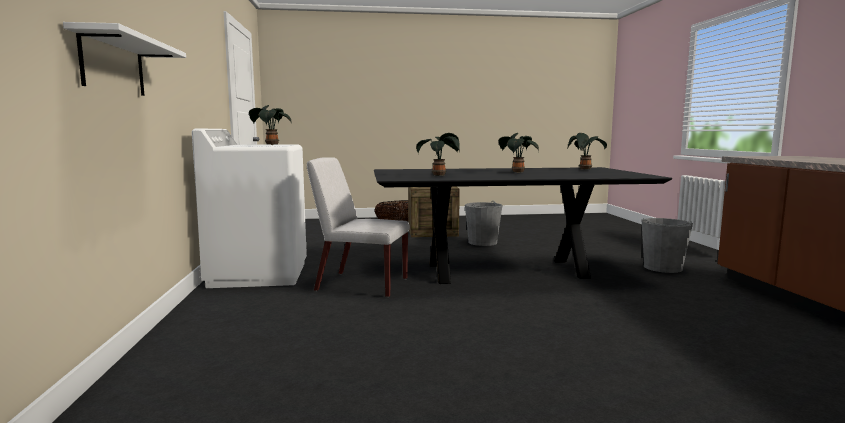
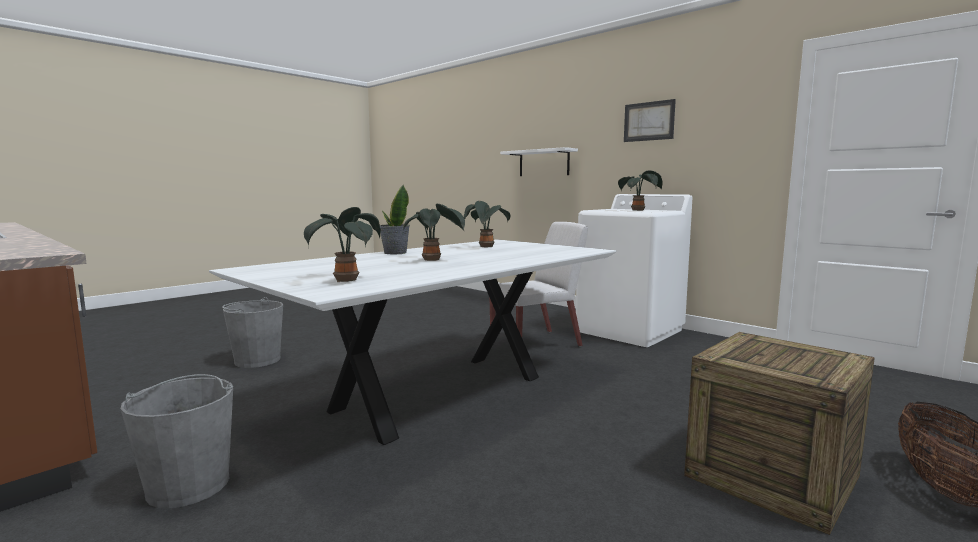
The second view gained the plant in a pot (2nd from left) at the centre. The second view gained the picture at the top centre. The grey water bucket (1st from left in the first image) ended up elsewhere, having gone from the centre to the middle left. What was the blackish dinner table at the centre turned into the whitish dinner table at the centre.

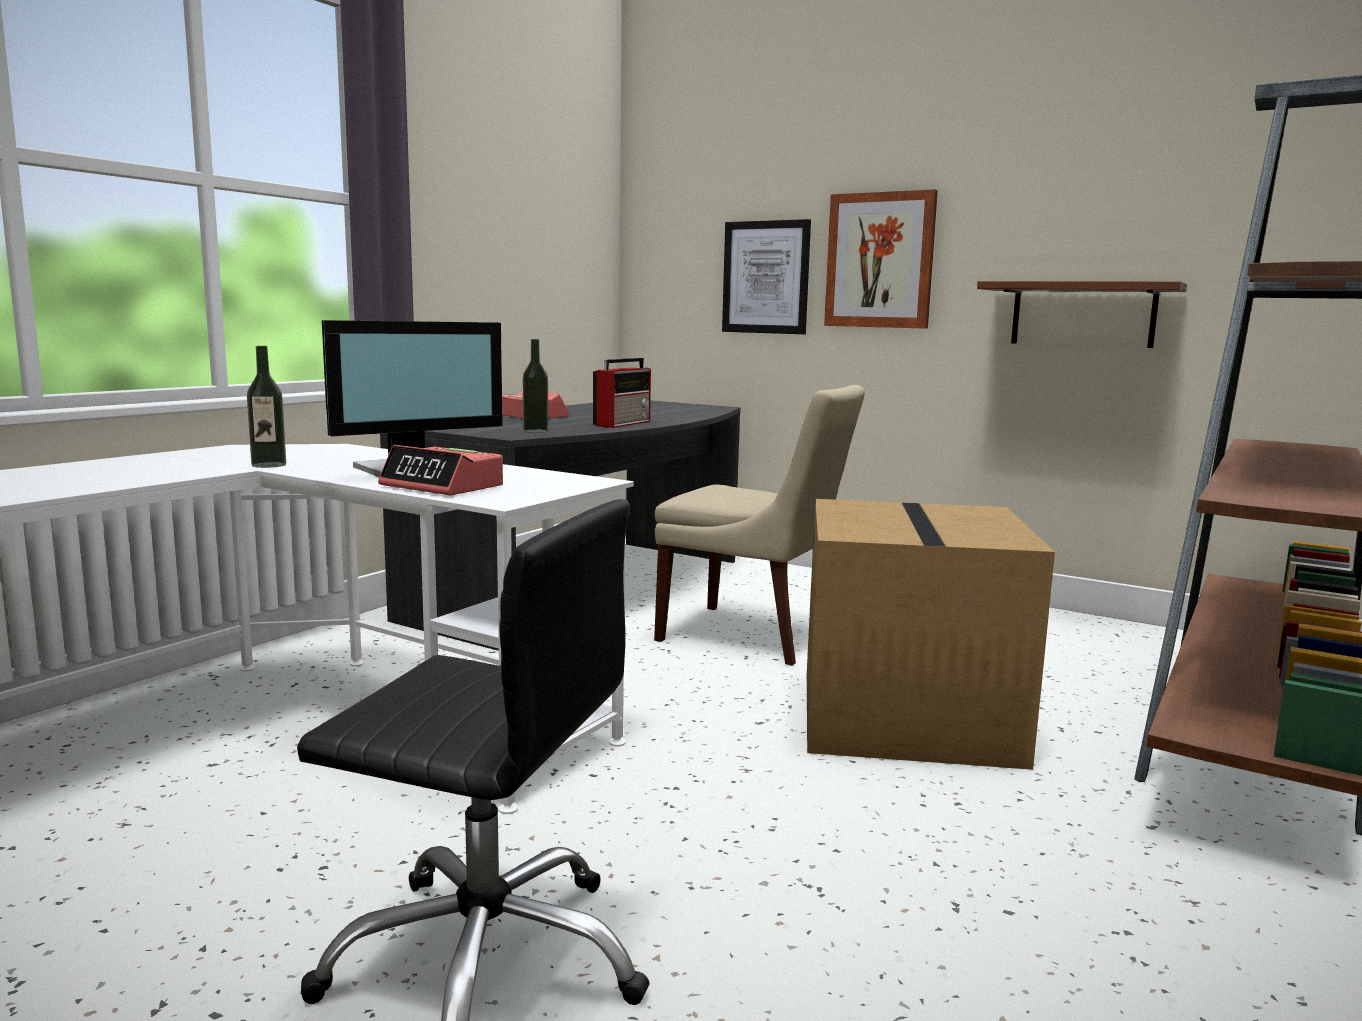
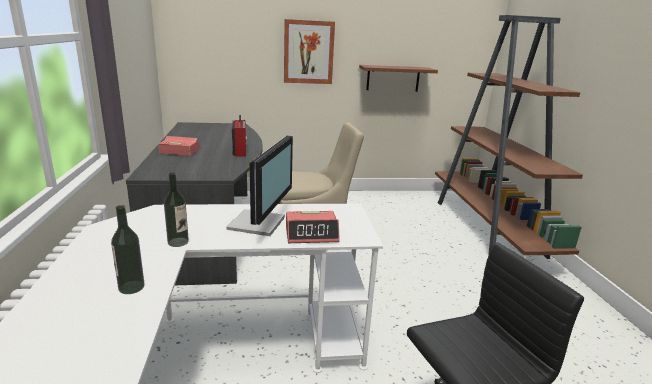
The second view lost the picture (1st from left) at the top centre. The second view lost the cardboard box at the middle right. The drink bottle (2nd from left in the first image) ended up elsewhere, having gone from the centre to the middle left.

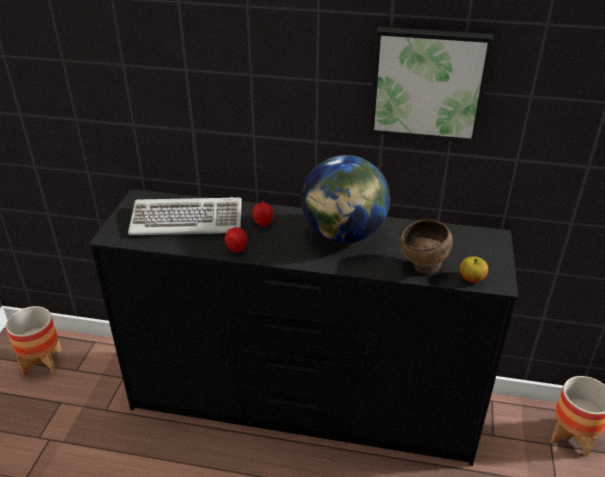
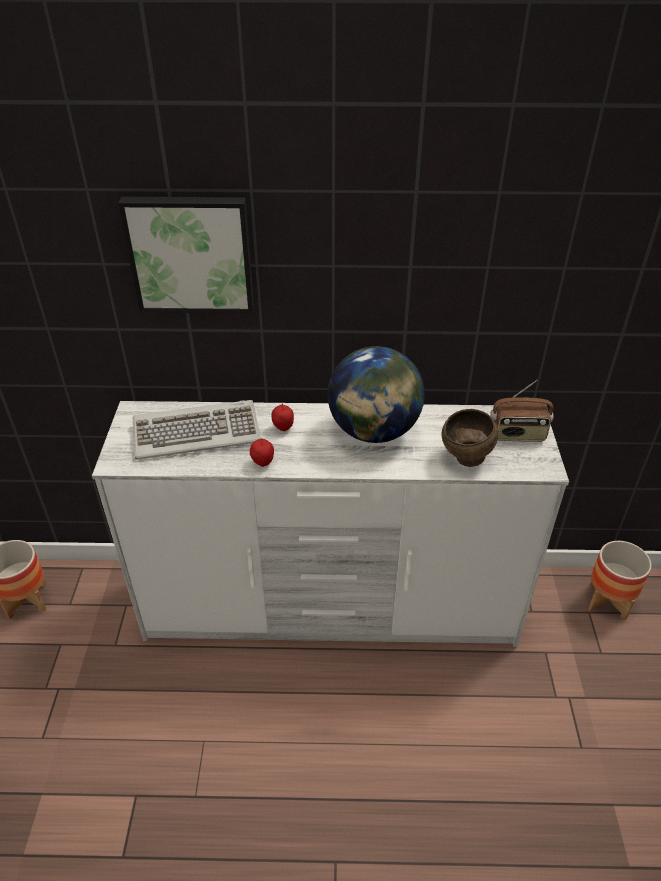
The second view lost the apple fruit (3rd from left) at the middle right. The second view gained the radio at the middle right. The picture ended up elsewhere, having gone from the top right to the top left. What was the blackish dresser at the bottom centre turned into the whitish dresser at the centre.

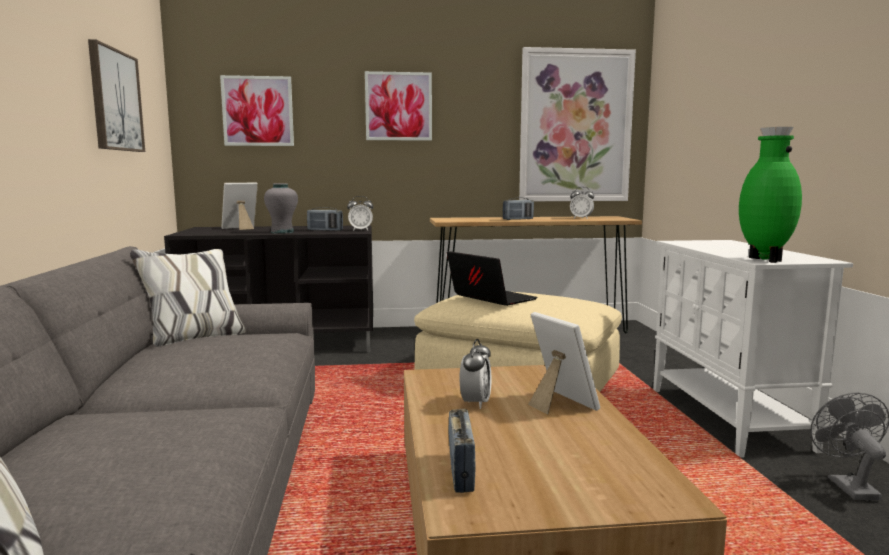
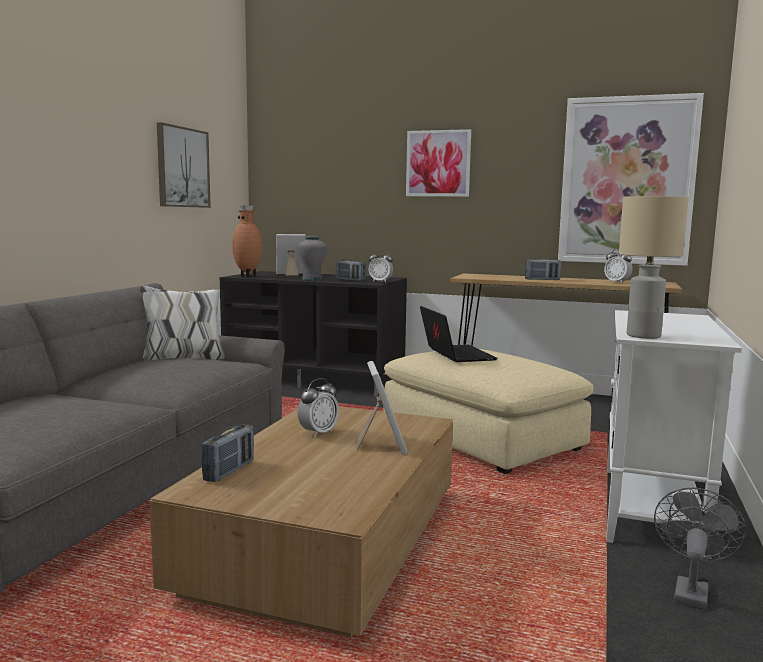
The second view lost the picture (2nd from left) at the top left. The second view gained the brownish decorative vase at the middle left. Where the green-coloured decorative vase stood at the middle right, the beige tabletop lamp came to stand at the middle right.

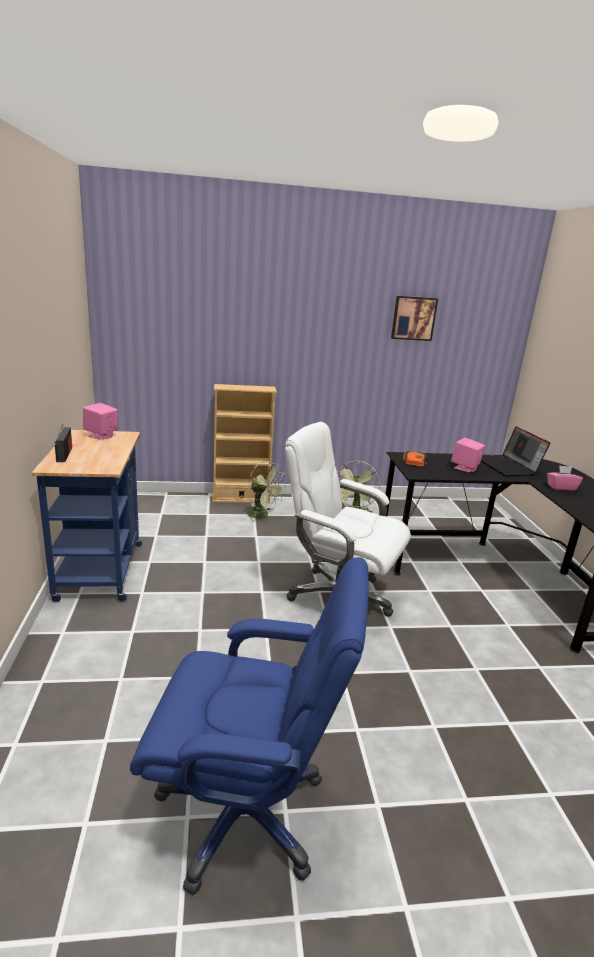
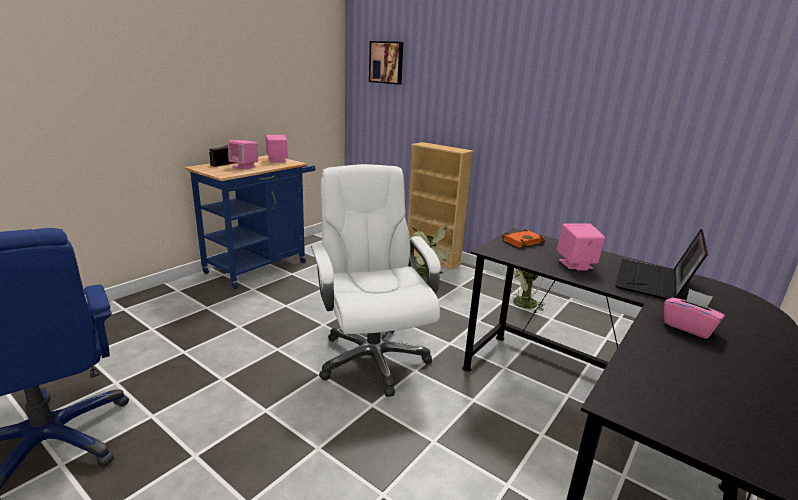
The second view gained the pink-coloured loudspeaker (1st from left) at the top left. The picture ended up elsewhere, having gone from the top right to the top centre.

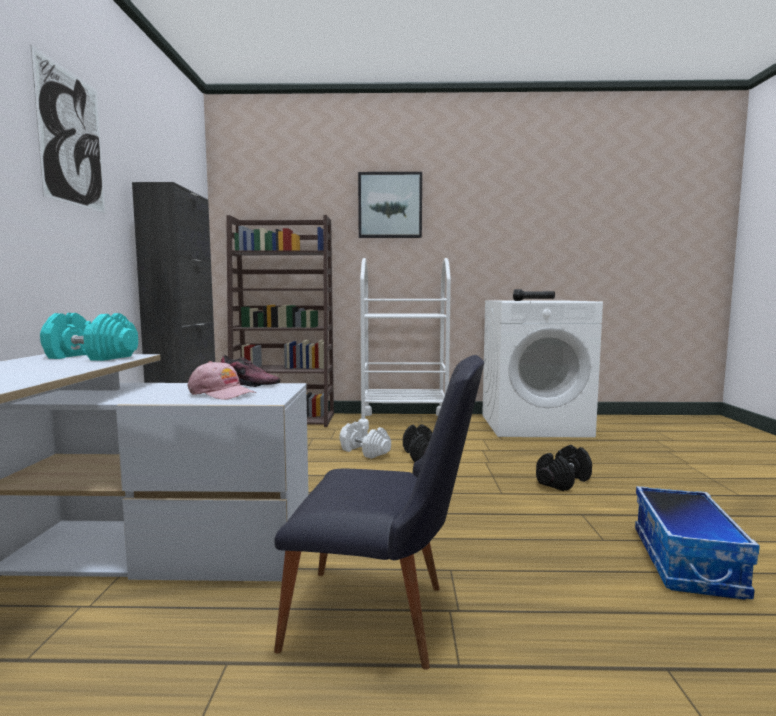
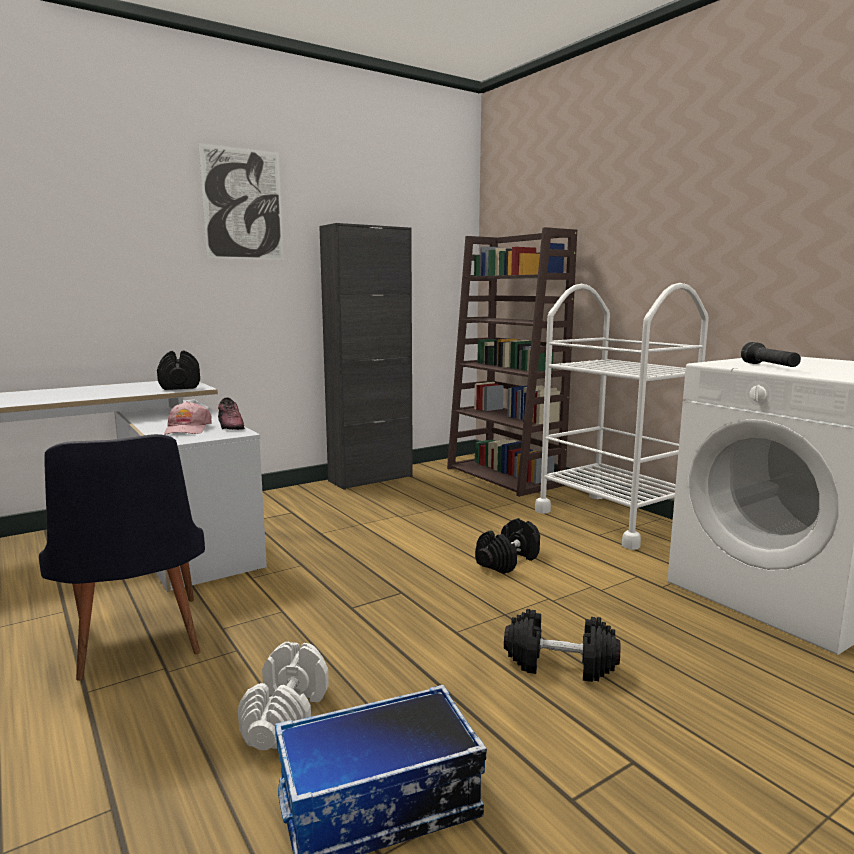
The second view lost the picture (2nd from left) at the top centre. The whitish dumbbell ended up elsewhere, having gone from the centre to the bottom left. What was the blue-green dumbbell at the middle left turned into the blackish dumbbell (1st from left) at the middle left.

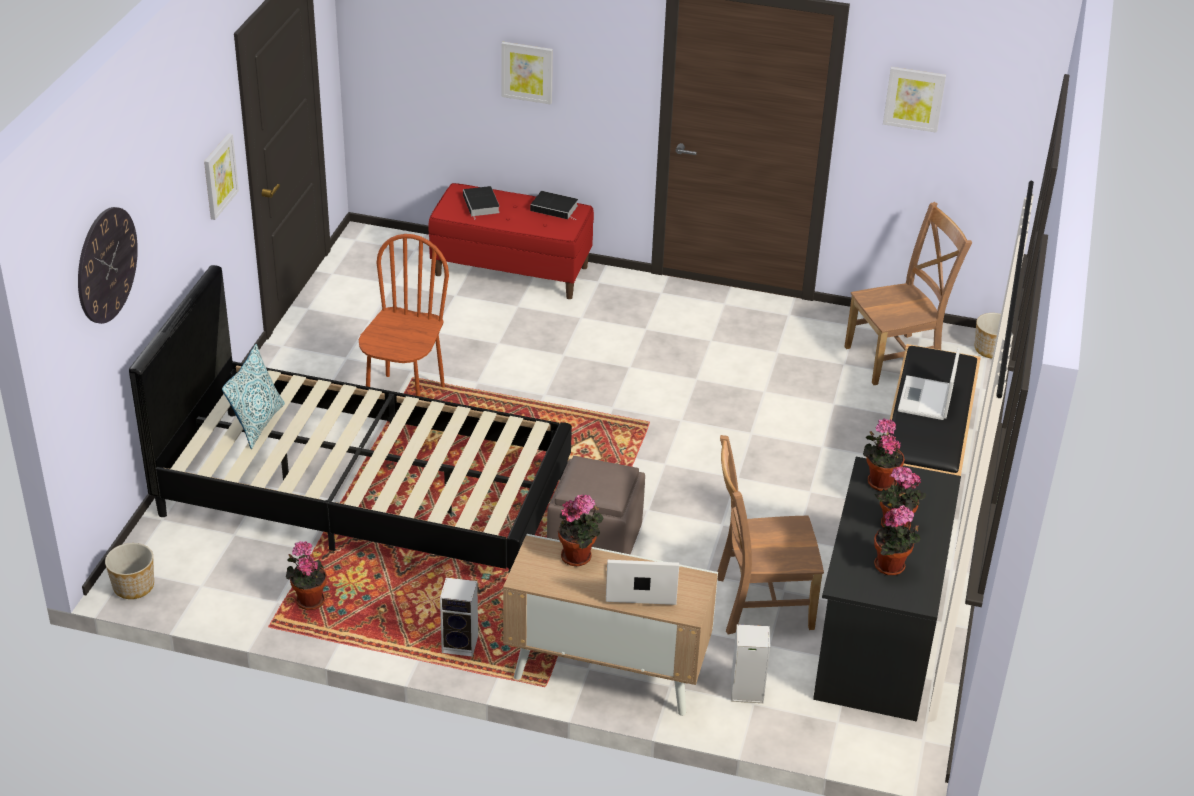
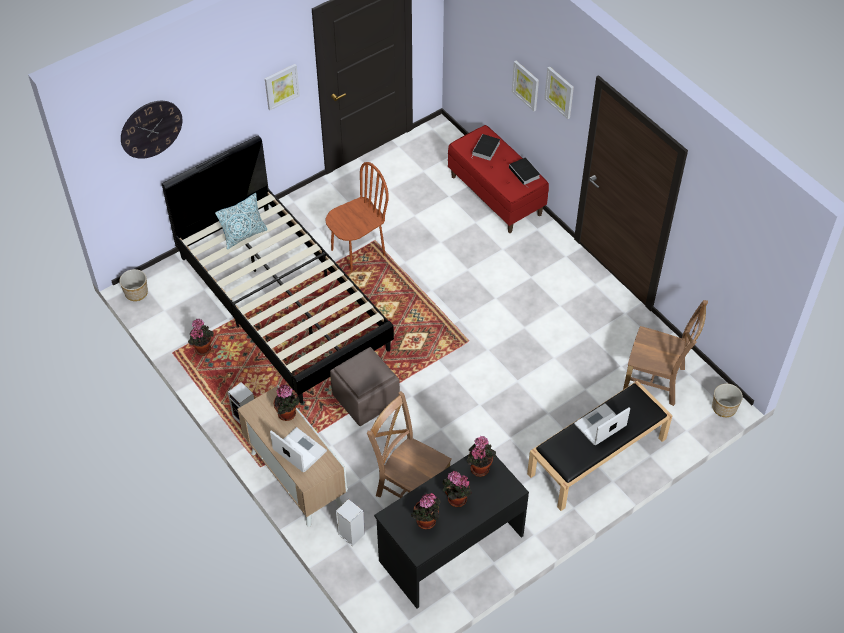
The picture (3rd from left) ended up elsewhere, having gone from the top right to the top centre.

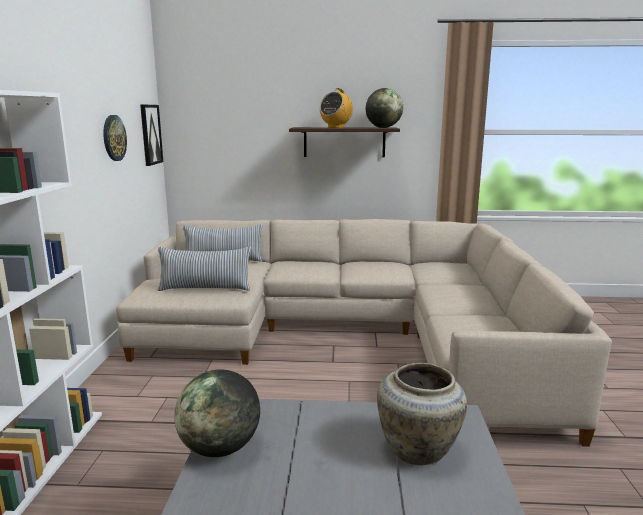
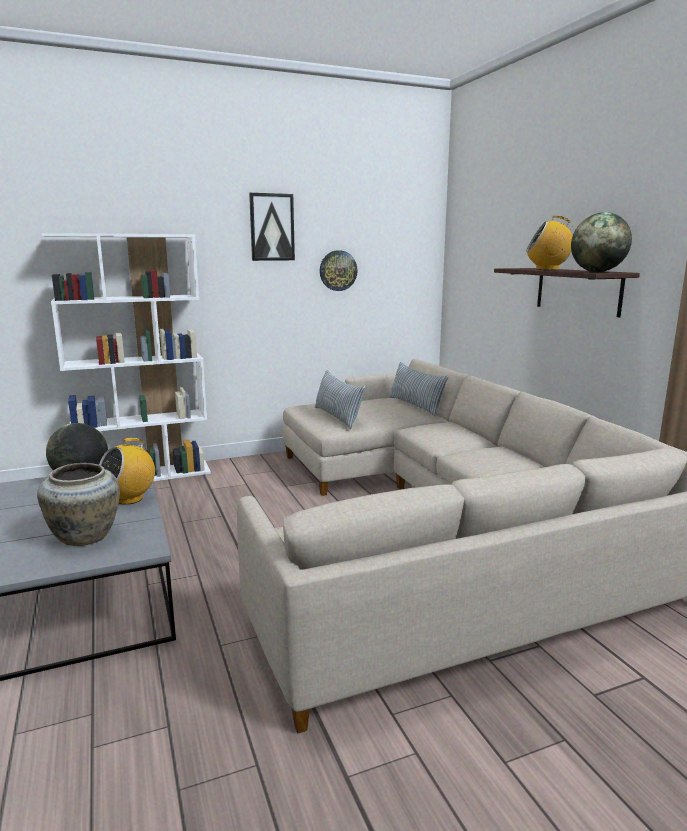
The second view gained the radio (1st from left) at the middle left. The picture ended up elsewhere, having gone from the top left to the top centre.

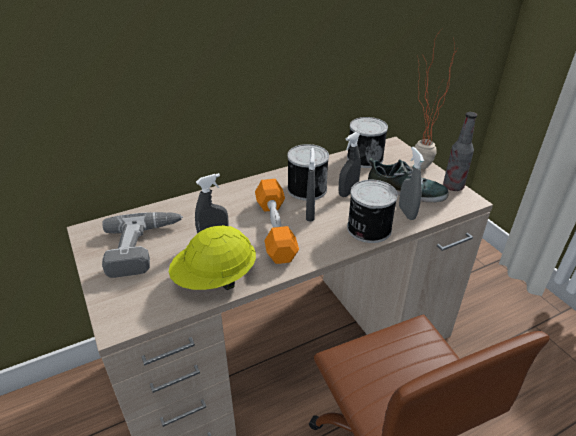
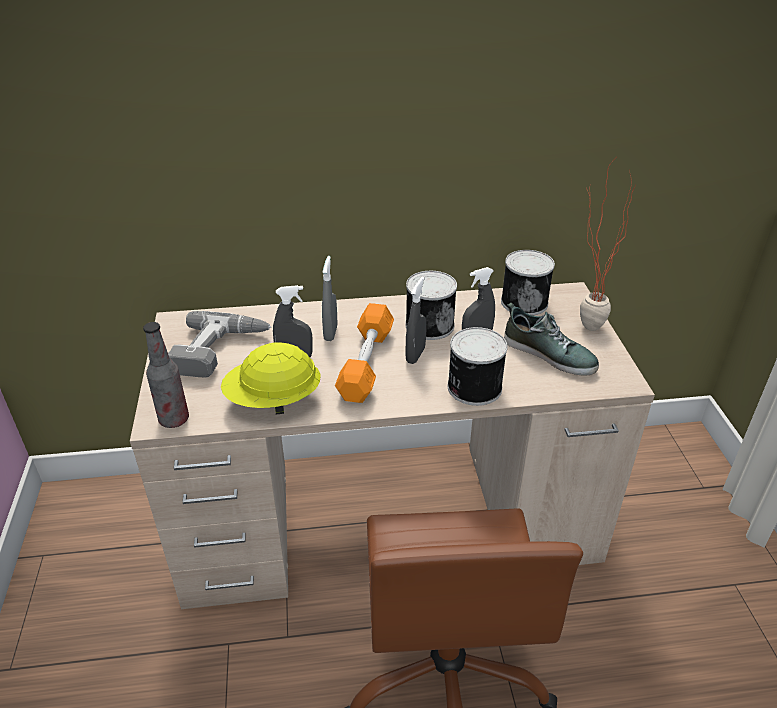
The grey sprayer (4th from left in the first image) ended up elsewhere, having gone from the middle right to the centre. The drink bottle ended up elsewhere, having gone from the middle right to the middle left.

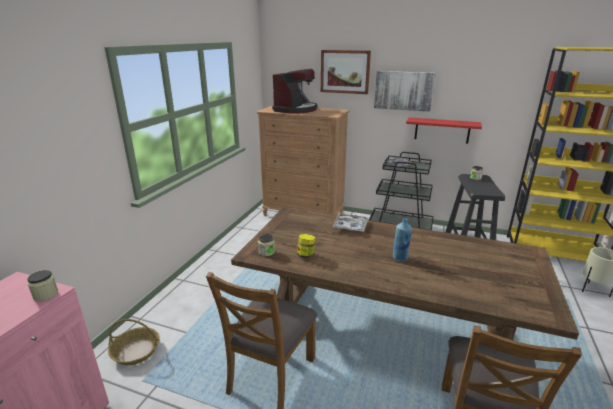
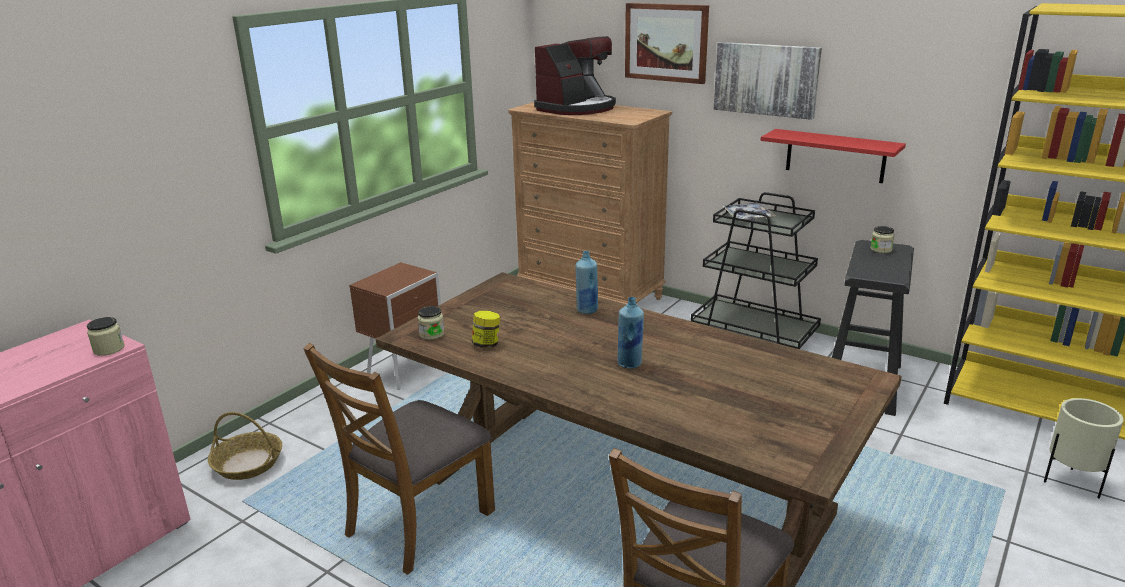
The second view gained the brownish night table at the centre. Where the carrying tray (1st from left) stood at the centre, the blue drink bottle (1st from left) came to stand at the centre.

